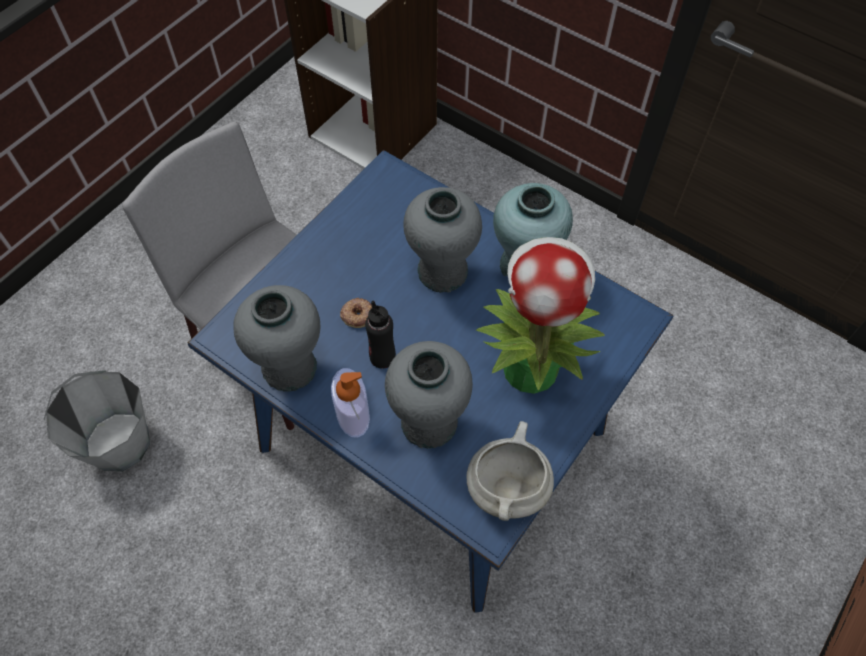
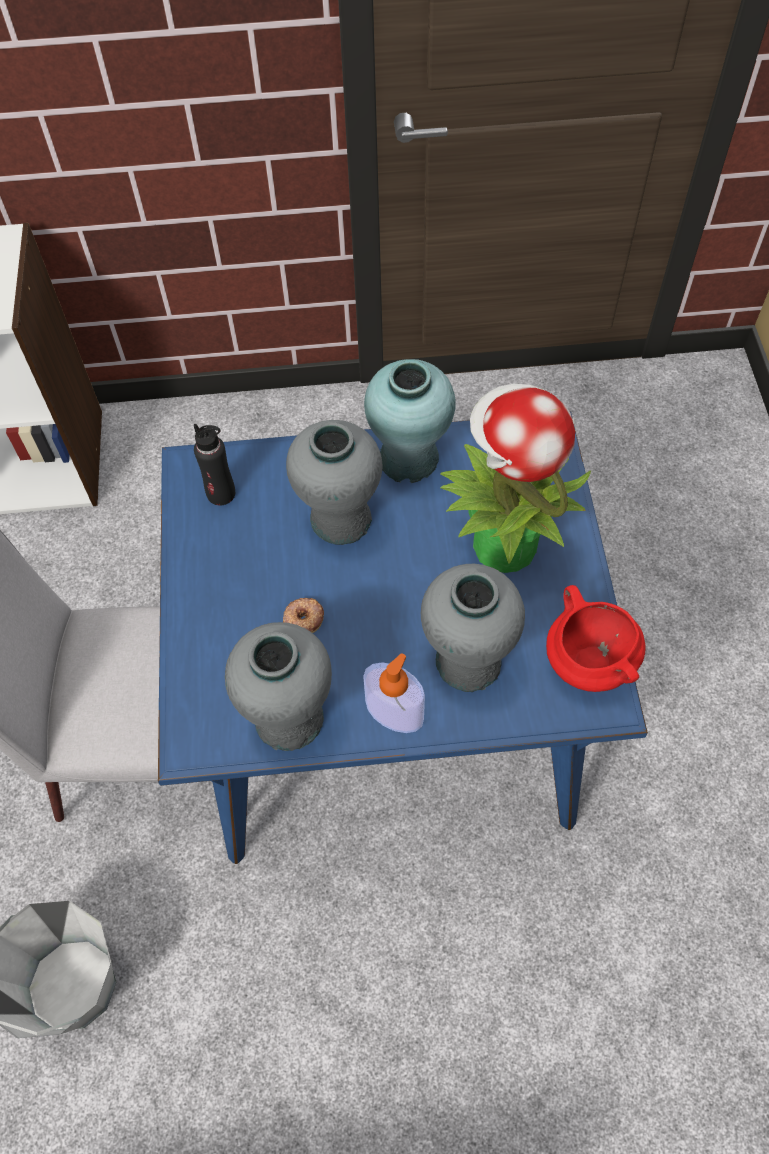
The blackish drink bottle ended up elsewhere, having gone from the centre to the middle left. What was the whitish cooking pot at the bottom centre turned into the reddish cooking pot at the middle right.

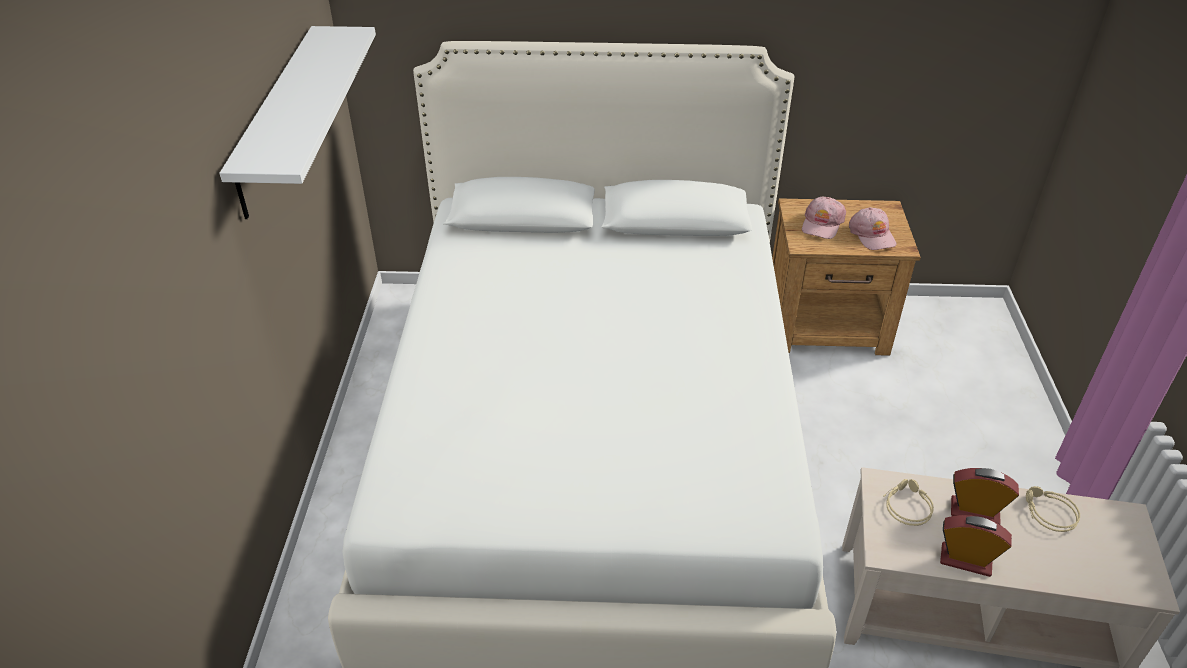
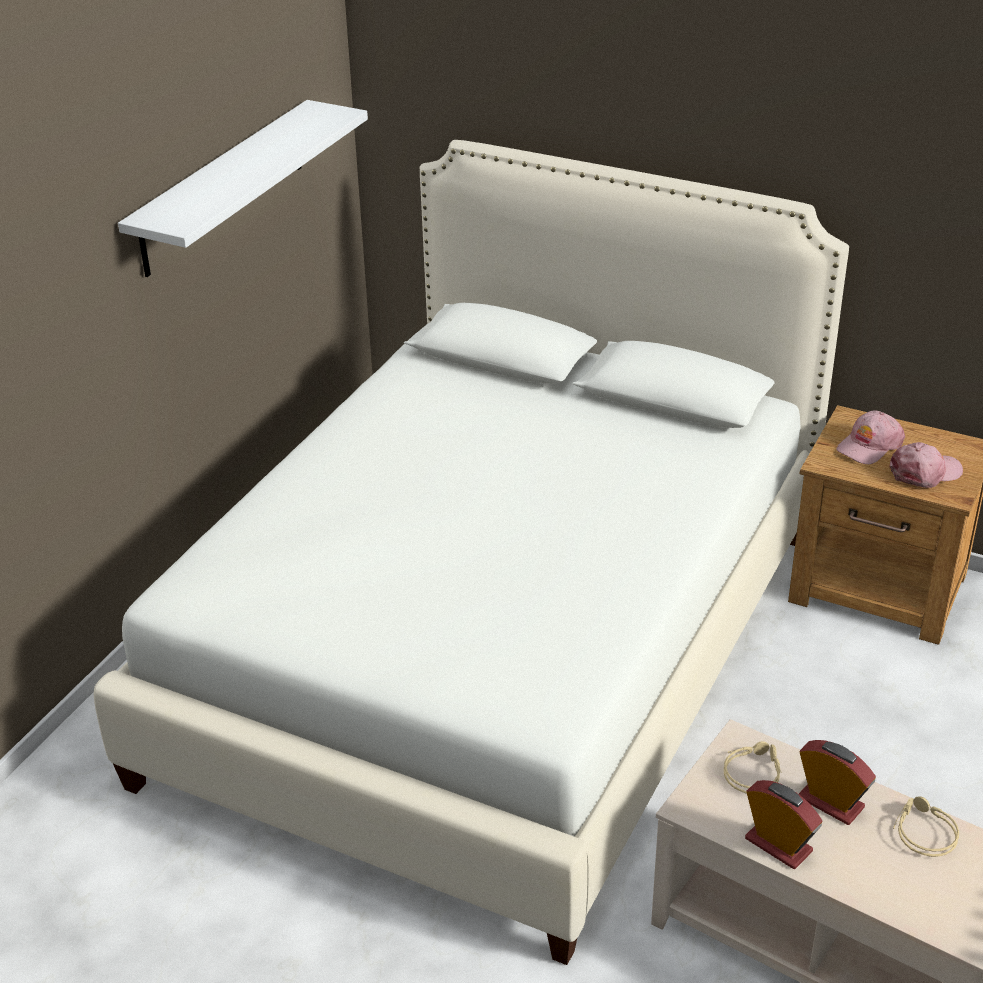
The pink-coloured cap (2nd from left) at the middle right ended up facing another way, 120 degrees counterclockwise from before.

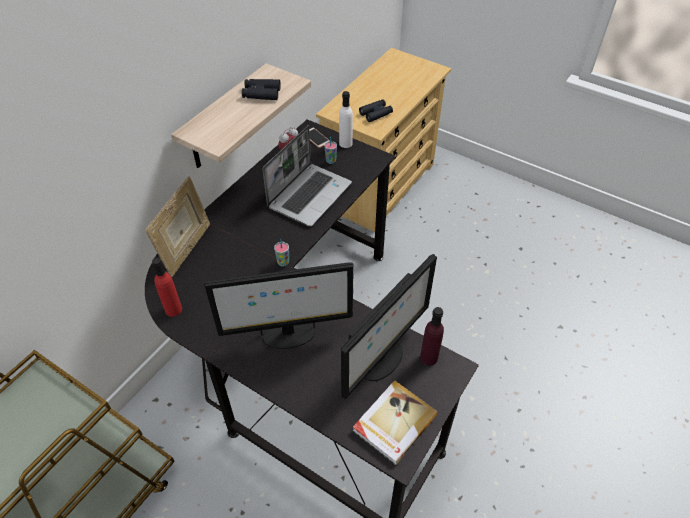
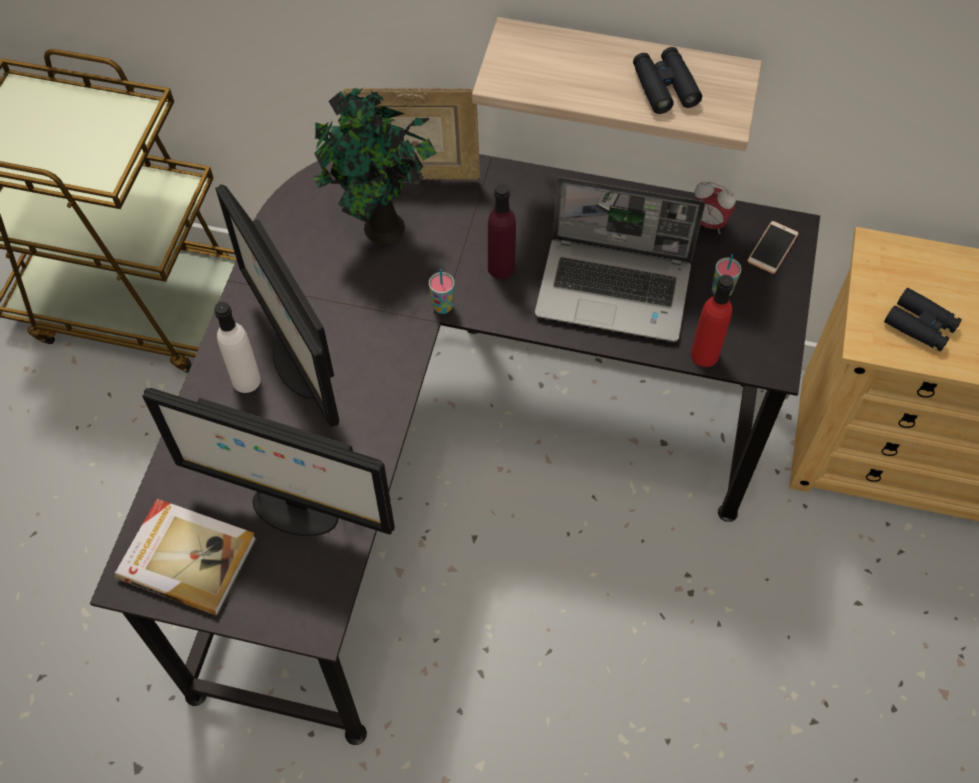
The second view gained the plant in a pot at the top centre. The reddish drink bottle ended up elsewhere, having gone from the middle left to the middle right. The whitish drink bottle ended up elsewhere, having gone from the top centre to the middle left. The purple drink bottle ended up elsewhere, having gone from the centre to the top centre.

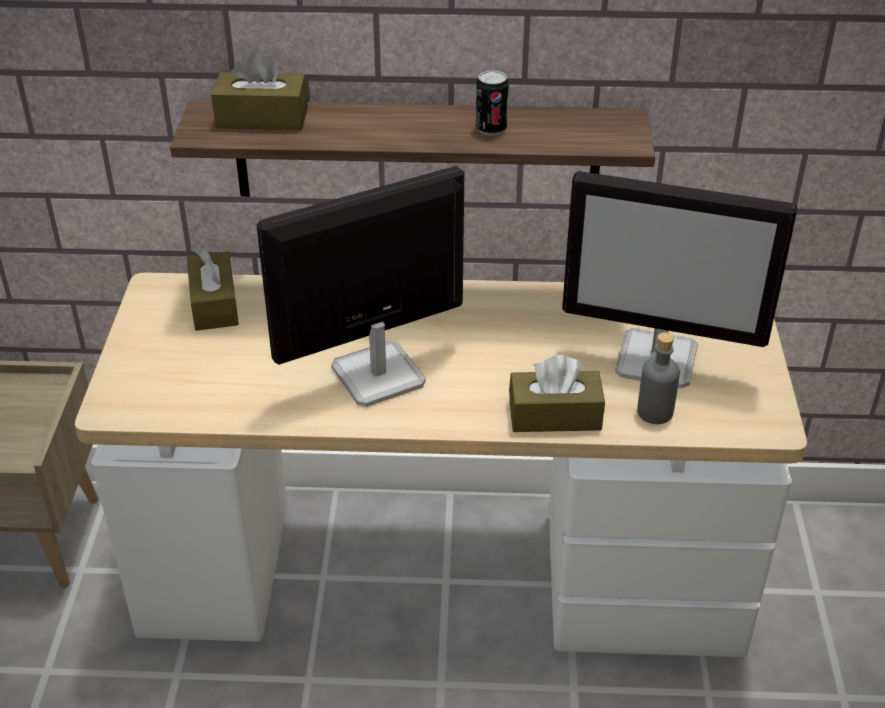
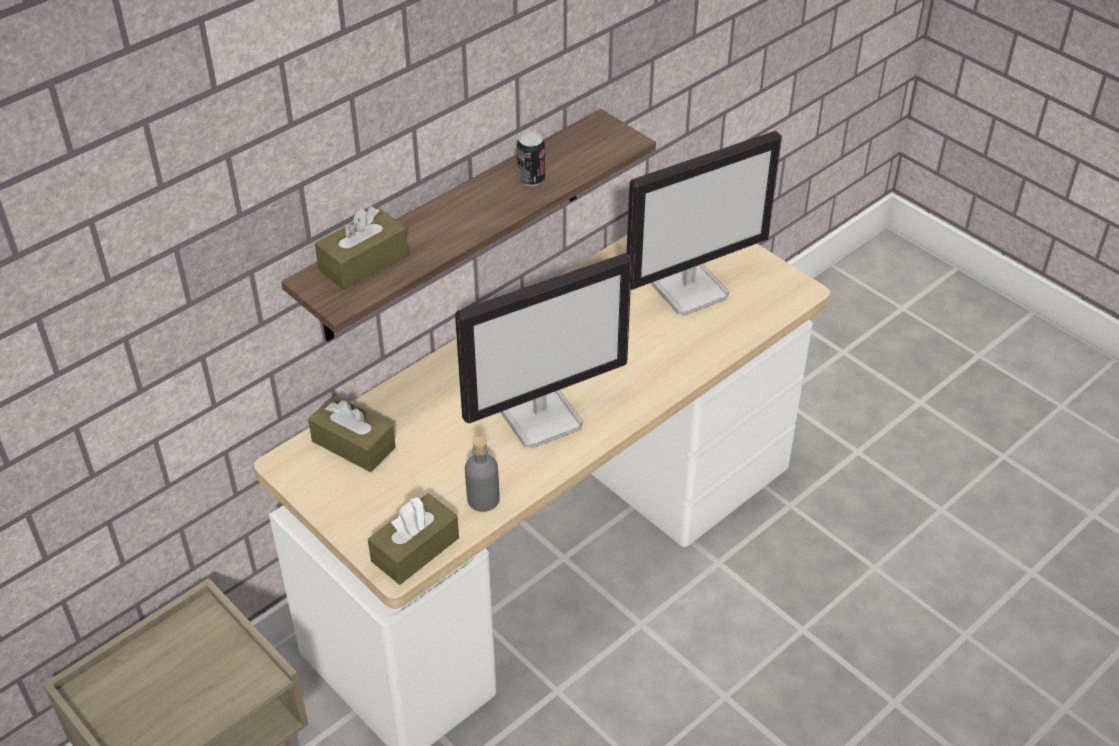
The brownish tissue box (3rd from left) ended up elsewhere, having gone from the centre to the bottom centre. The grey drink bottle ended up elsewhere, having gone from the middle right to the centre. The computer display (1st from left) at the centre ended up facing another way, 135 degrees counterclockwise from before.

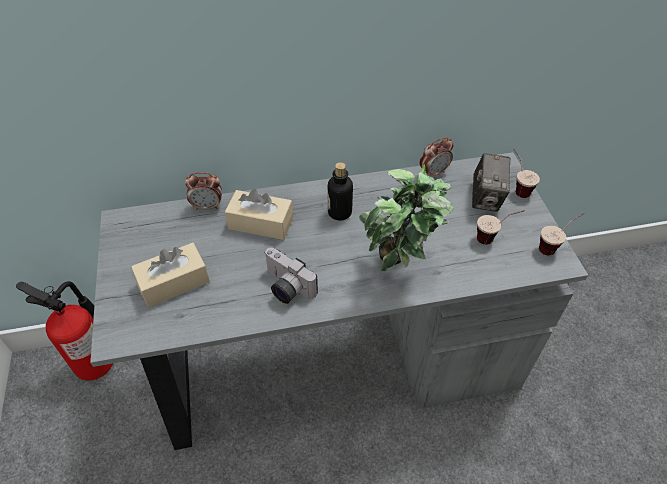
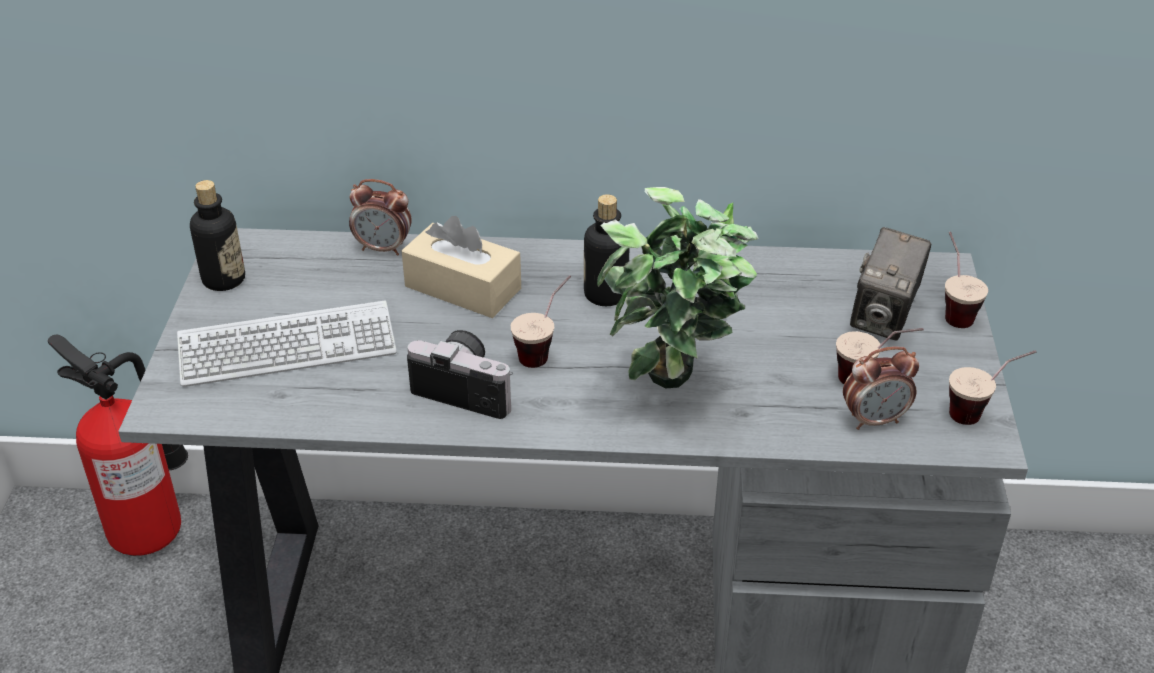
The second view gained the drink bottle (1st from left) at the middle left. The second view gained the drinking cup (1st from left) at the centre. The alarm clock (2nd from left) ended up elsewhere, having gone from the top centre to the middle right. Where the beige tissue box (1st from left) stood at the middle left, the PC keyboard came to stand at the middle left. The still camera (1st from left) at the centre ended up facing another way, 150 degrees clockwise from before.

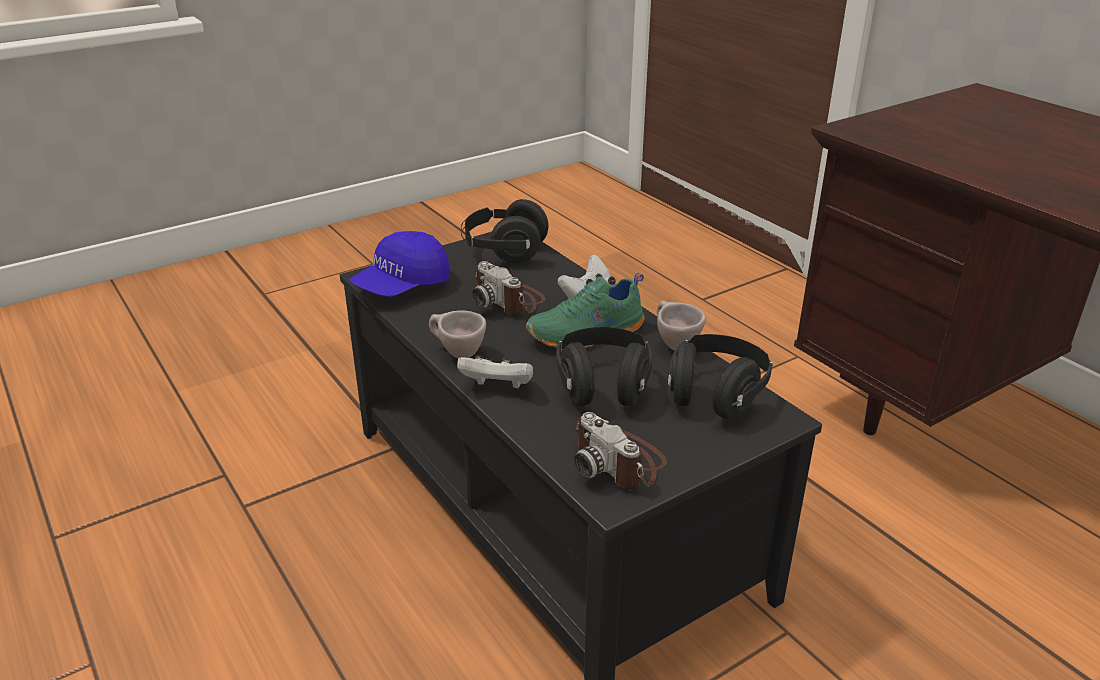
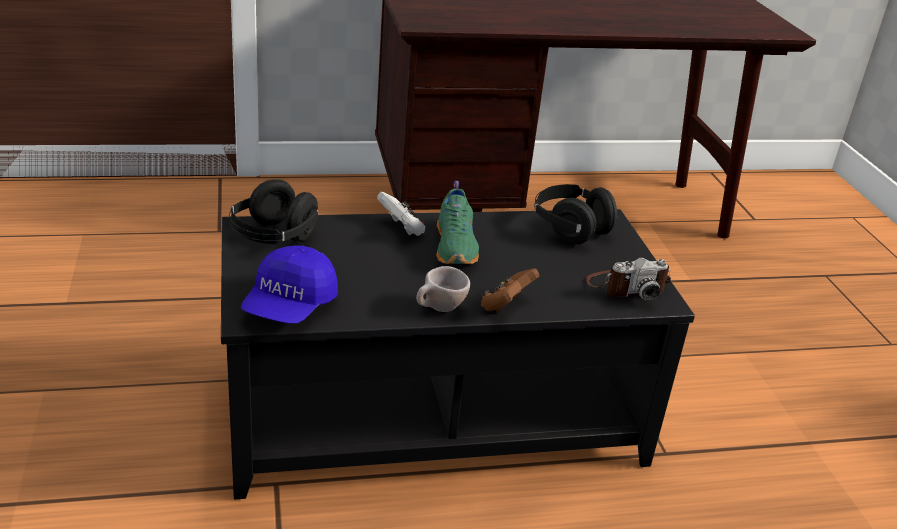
The second view lost the still camera (1st from left) at the centre. The second view lost the blackish headphones (2nd from left) at the centre. The second view lost the beige drinking cup (2nd from left) at the centre. What was the whitish game controller (1st from left) at the centre turned into the brownish game controller at the centre. The blue cap at the centre ended up facing another way, 45 degrees clockwise from before.

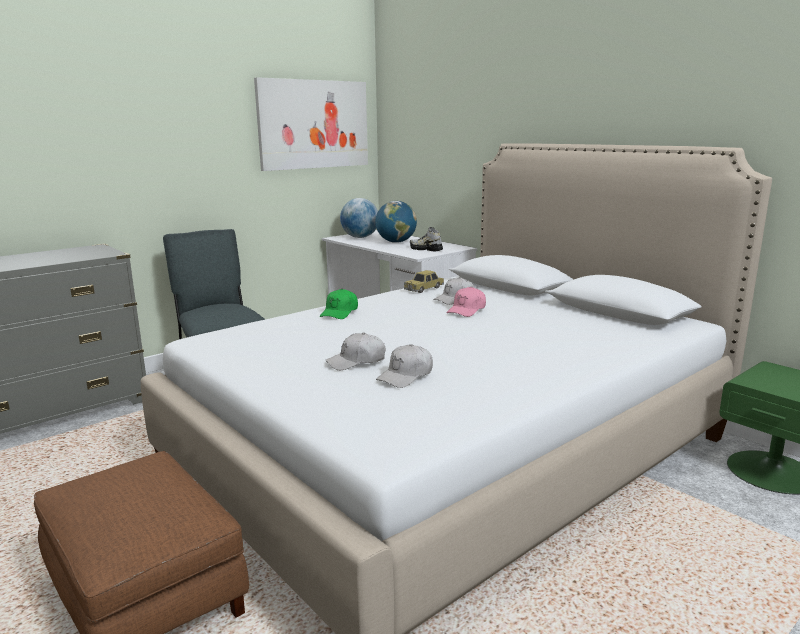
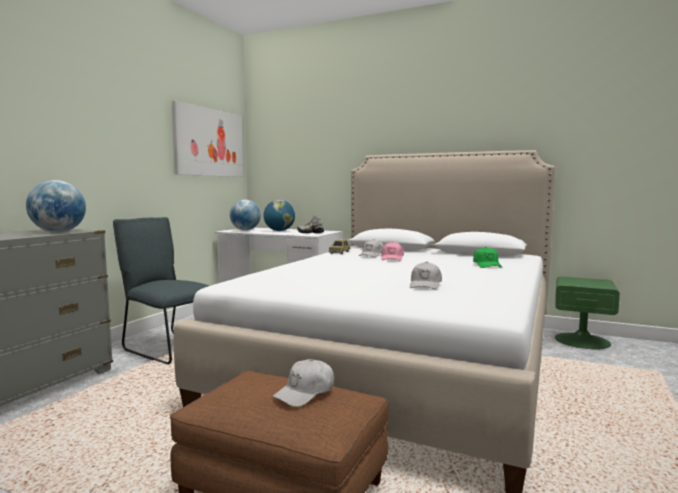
The second view gained the world globe (1st from left) at the middle left. The green-coloured cap ended up elsewhere, having gone from the centre to the middle right. The whitish cap (1st from left) ended up elsewhere, having gone from the centre to the bottom centre.

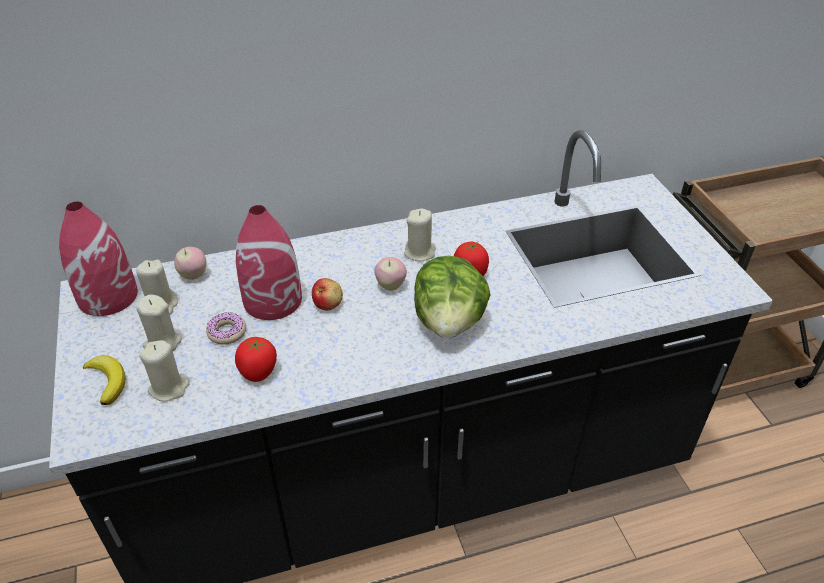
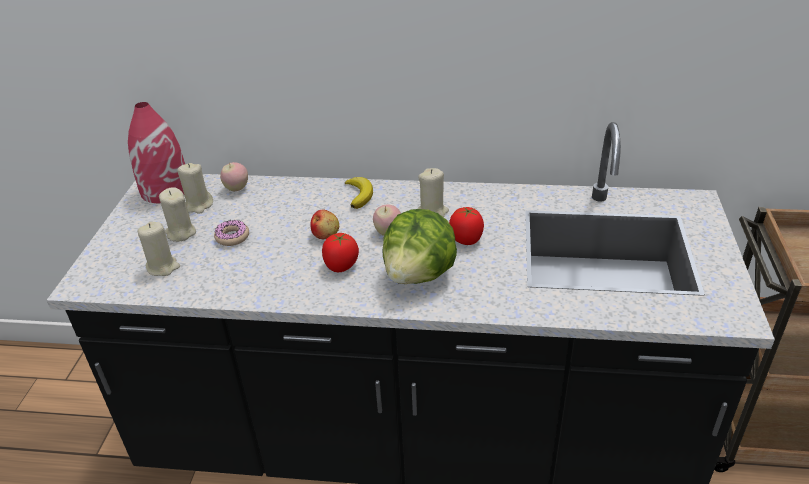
The second view lost the reddish decorative vase (2nd from left) at the middle left. The whole banana ended up elsewhere, having gone from the middle left to the centre. The tomato (1st from left) ended up elsewhere, having gone from the middle left to the centre.

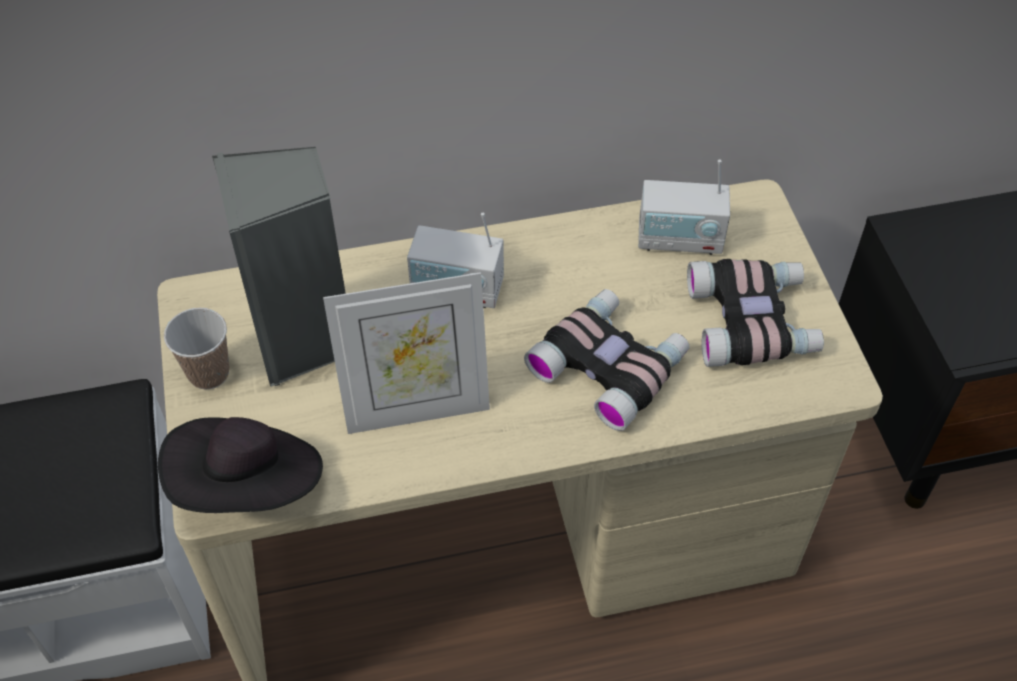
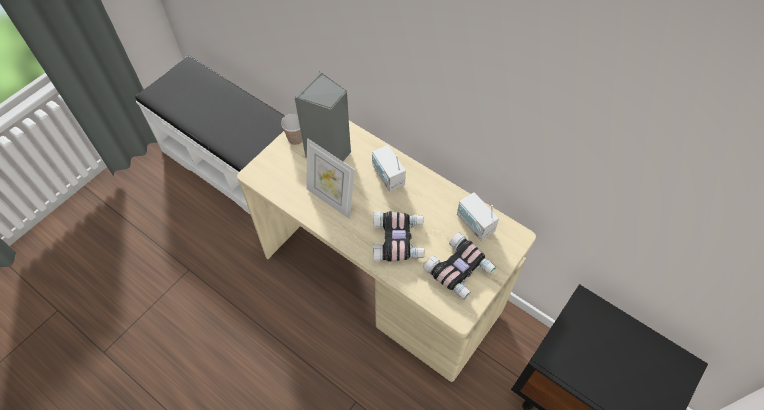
The second view lost the blackish hat at the bottom left.

